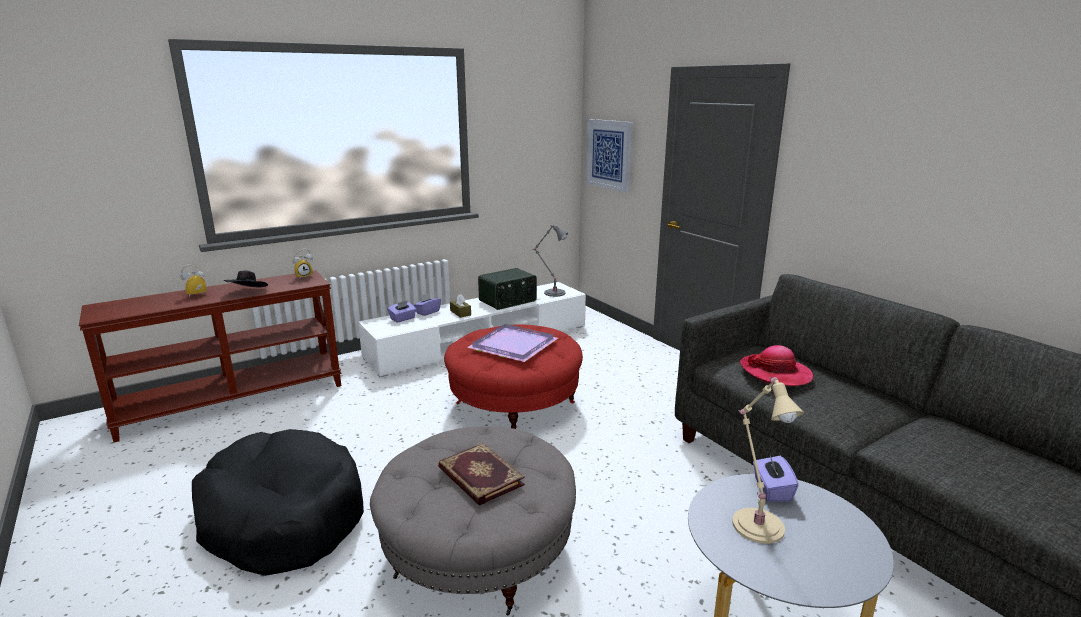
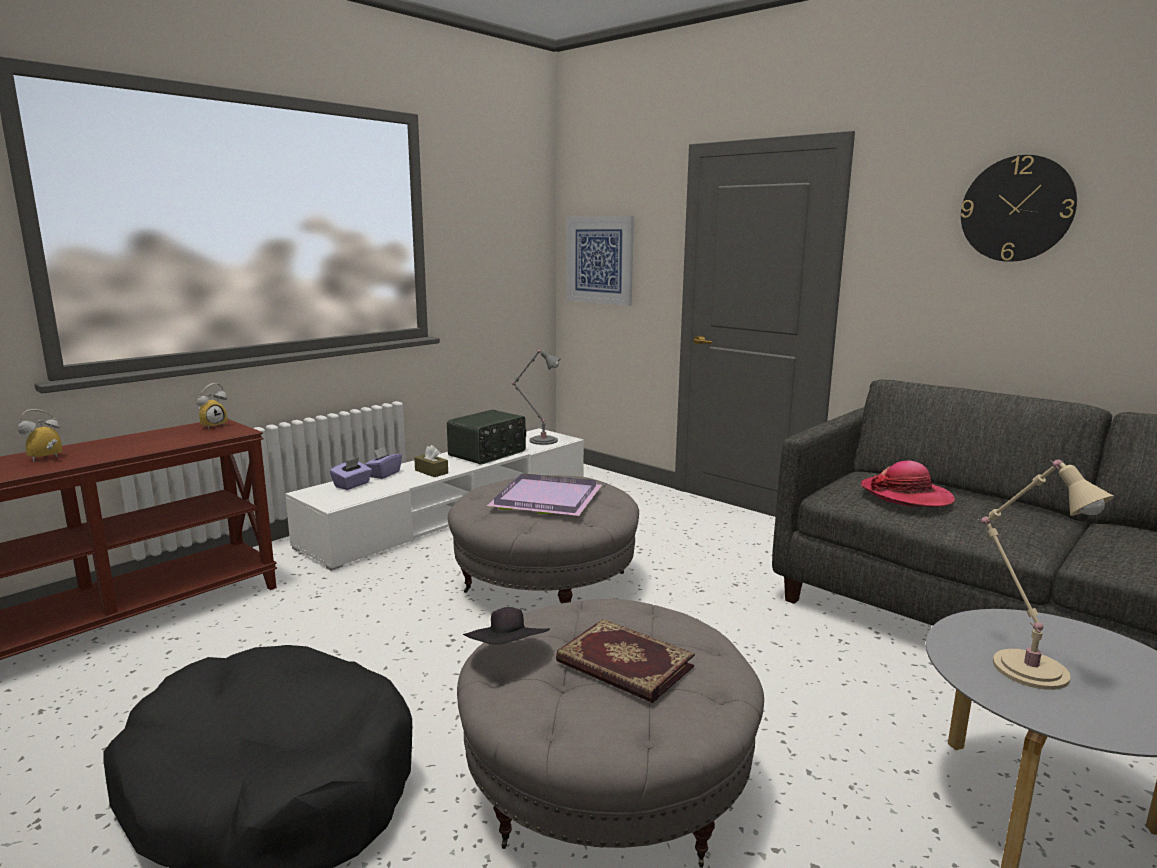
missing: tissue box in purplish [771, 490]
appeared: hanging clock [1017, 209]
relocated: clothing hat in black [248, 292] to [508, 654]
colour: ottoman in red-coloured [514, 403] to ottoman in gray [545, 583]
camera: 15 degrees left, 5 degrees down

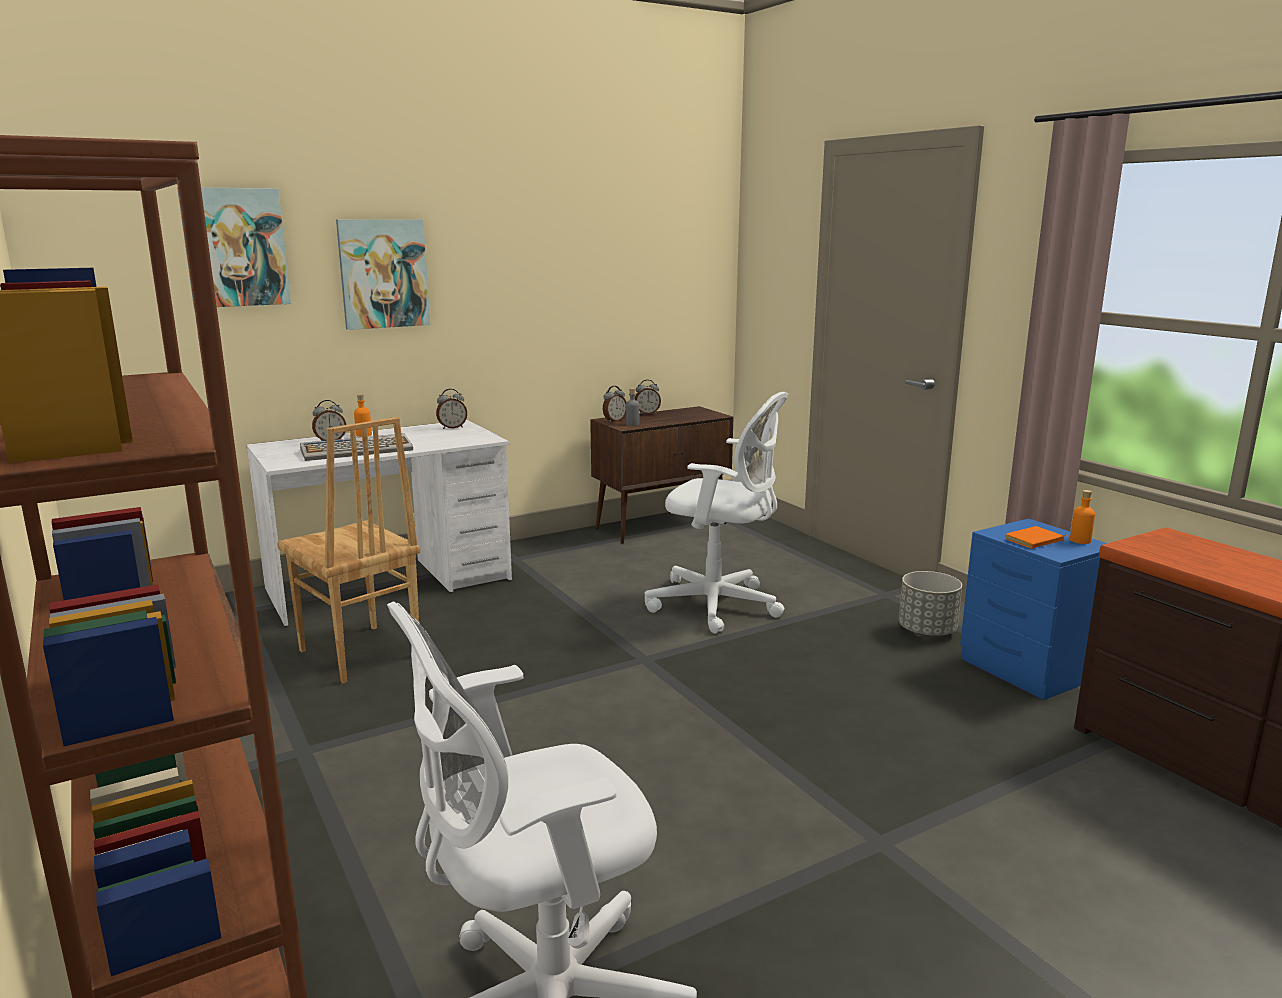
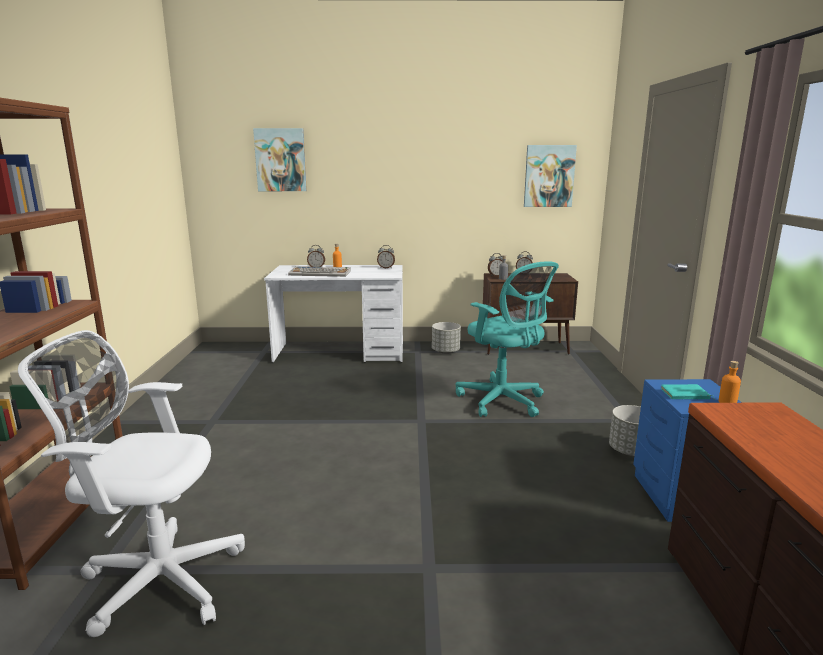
missing: plain chair in brown-coloured [358, 654]
appeared: plant pot in gray [446, 351]
relocated: wall art [383, 273] to [549, 176]
colour: desk chair in whitish [719, 606] to desk chair in blue-green [503, 401]; volume in orangey [1035, 541] to volume in blue-green [685, 395]
camera: 30 degrees right, 0 degrees up

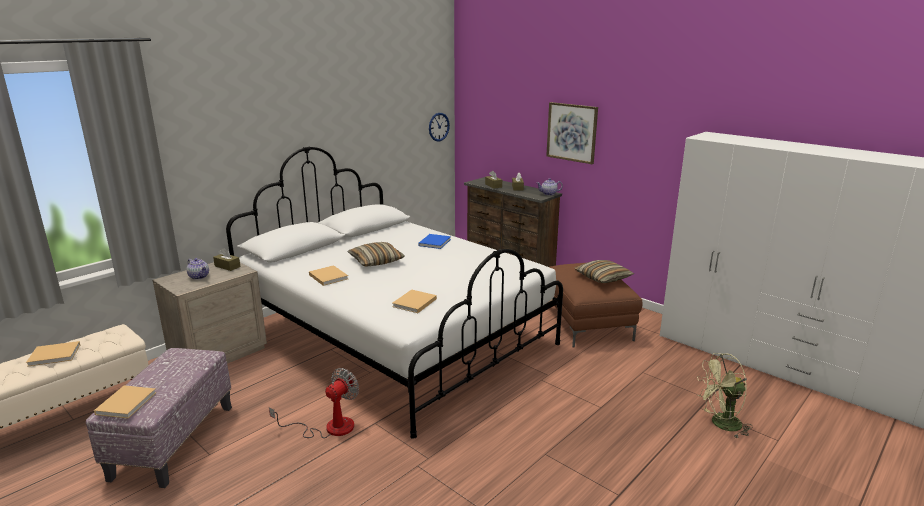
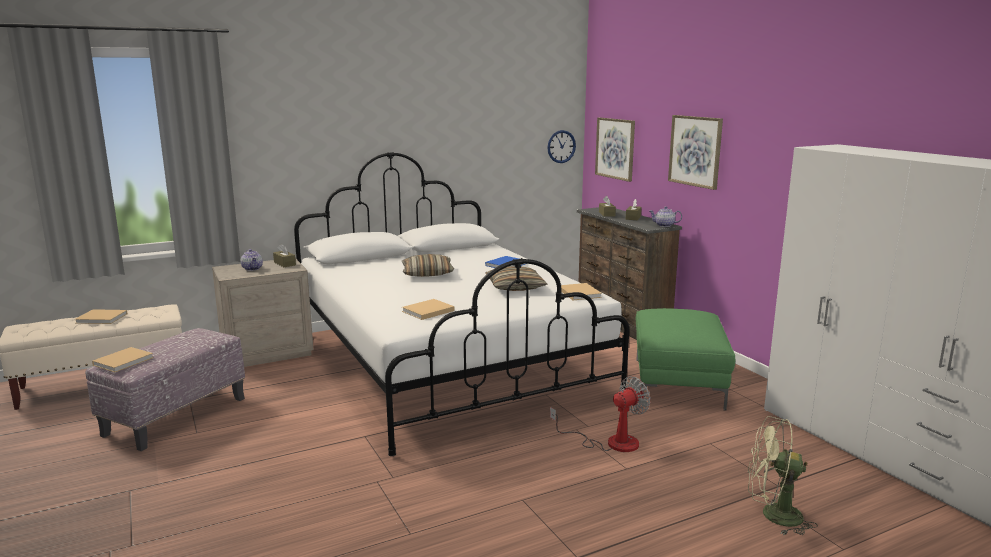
appeared: wall art [615, 148]
relocated: pillow [603, 278] to [515, 287]; volume in sand-coloured [328, 276] to [579, 293]; electric fan [329, 427] to [611, 442]
colour: ottoman in brown-coloured [585, 322] to ottoman in green-coloured [676, 382]
camera: 20 degrees right, 5 degrees down

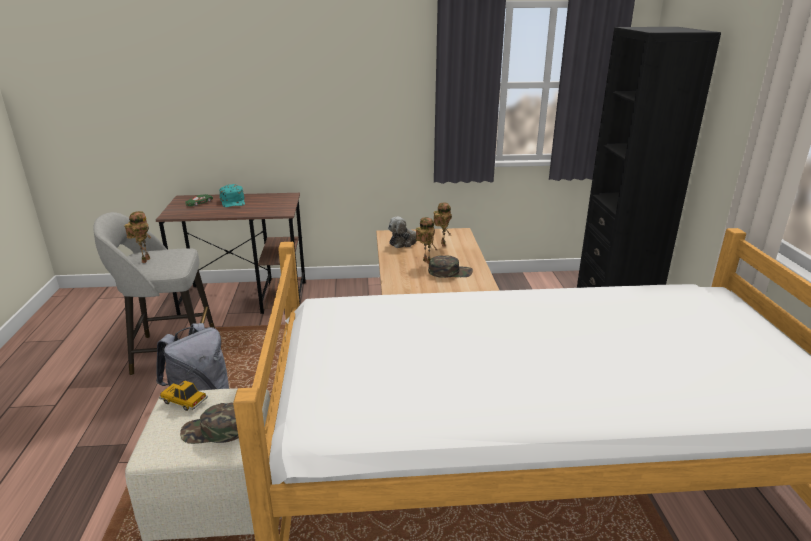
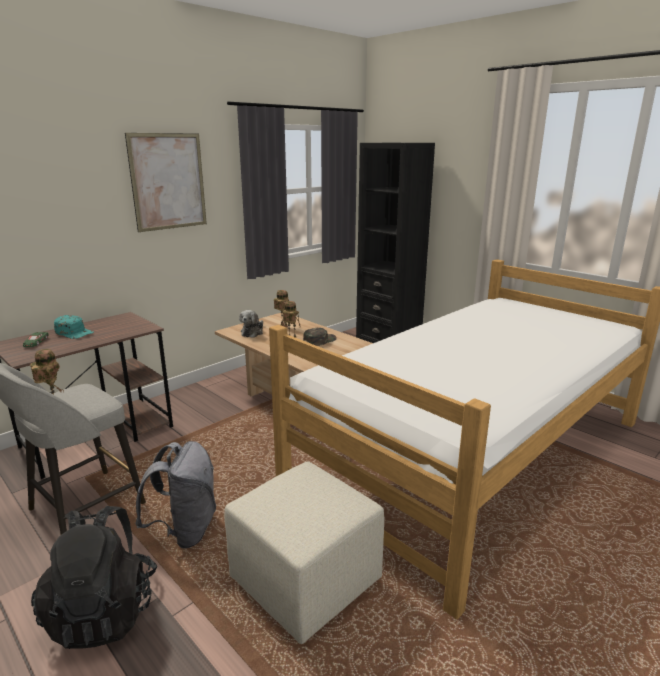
missing: model car [184, 401]; peaked cap in green-coloured [215, 430]
appeared: wall art [168, 182]; knapsack in black [104, 611]
camera: 40 degrees left, 5 degrees down

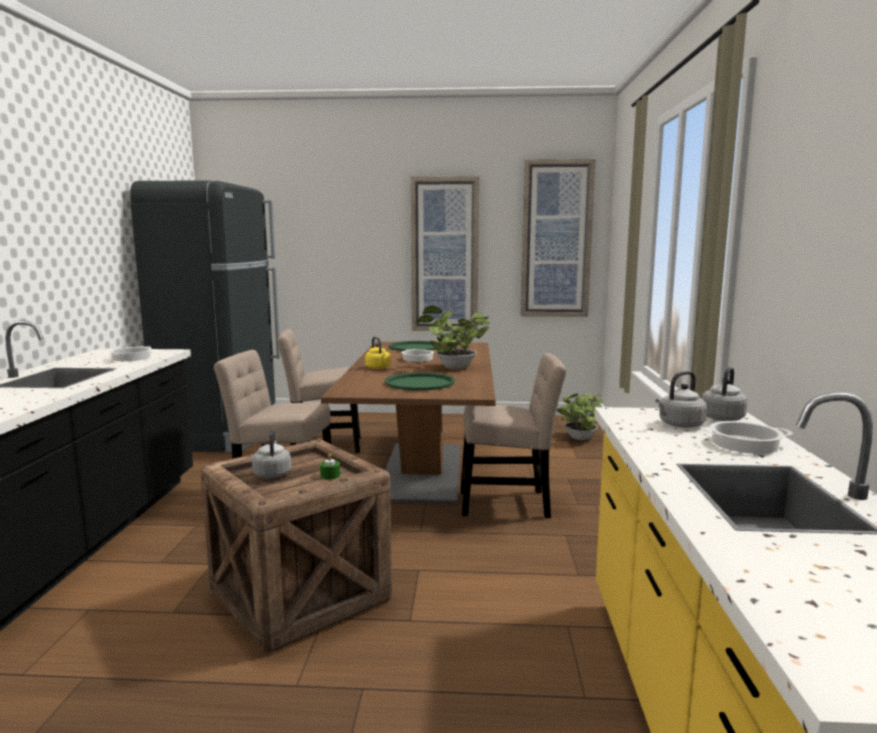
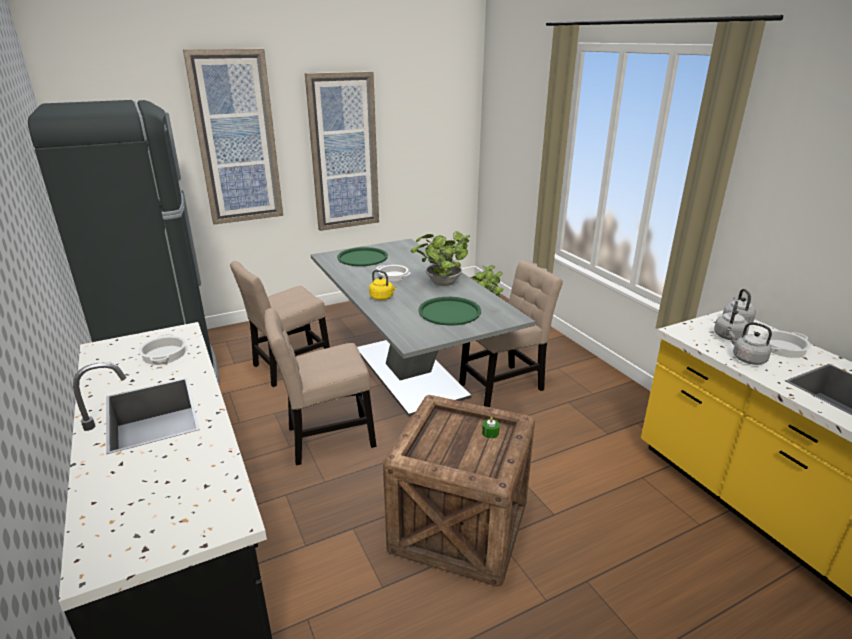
relocated: wall art [556, 239] to [236, 139]; kettle in gray [272, 473] to [747, 359]
colour: dining table in brown-coloured [422, 472] to dining table in gray [409, 372]
camera: 30 degrees left, 15 degrees up

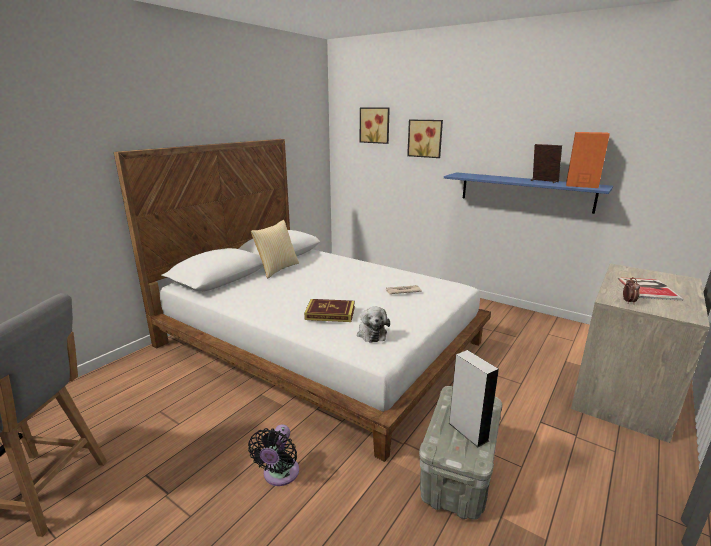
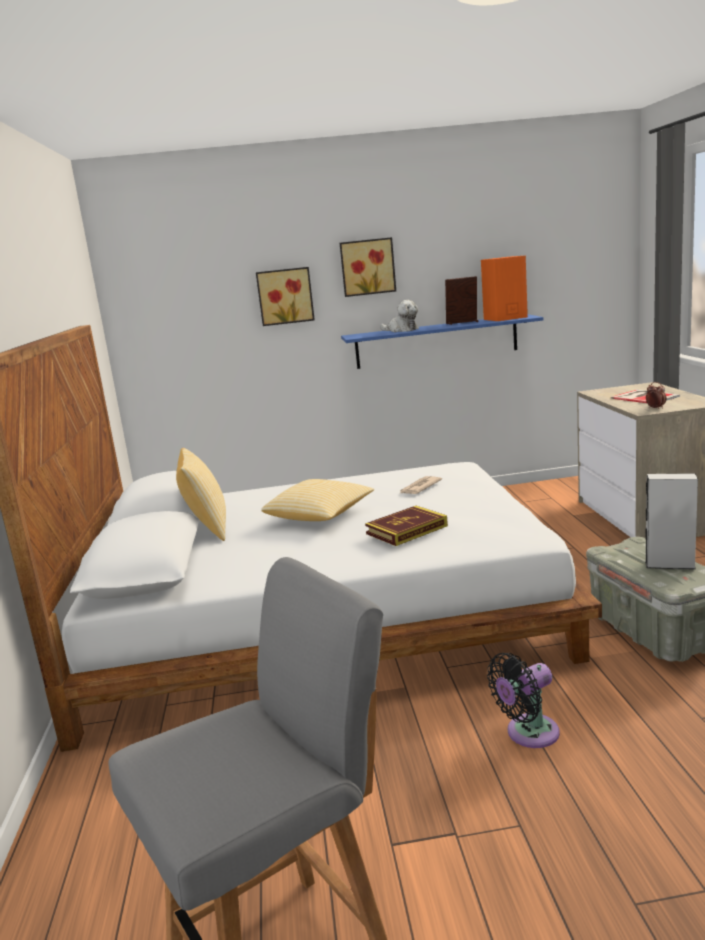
appeared: pillow [320, 516]
relocated: wall art [375, 125] to [367, 267]; plush toy [371, 333] to [401, 330]
spun: electric fan in black [279, 475] = [528, 734] 90 degrees clockwise
camera: 40 degrees left, 5 degrees down

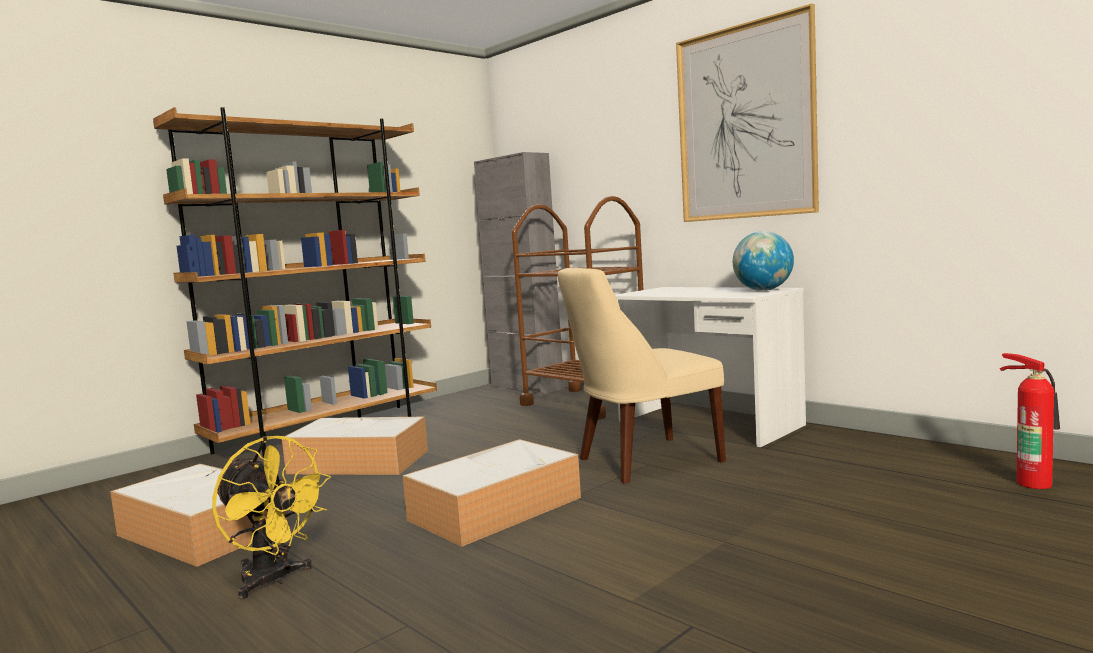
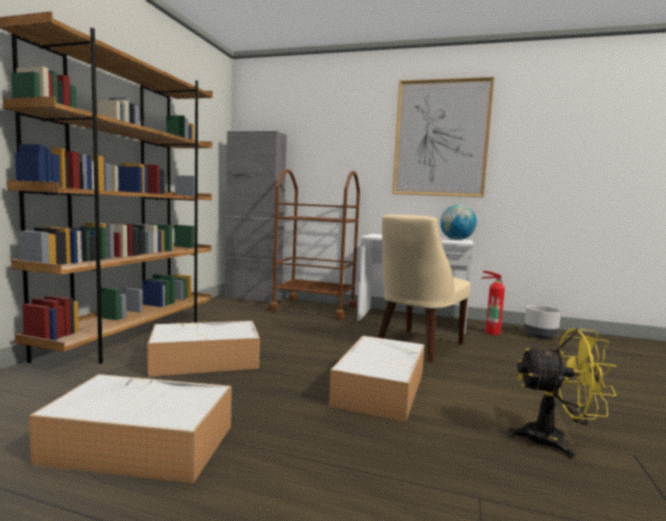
appeared: plant pot in gray [540, 336]
relocated: fire extinguisher [1033, 482] to [491, 332]; electric fan in yellowish [274, 580] to [555, 441]
camera: 30 degrees left, 0 degrees up

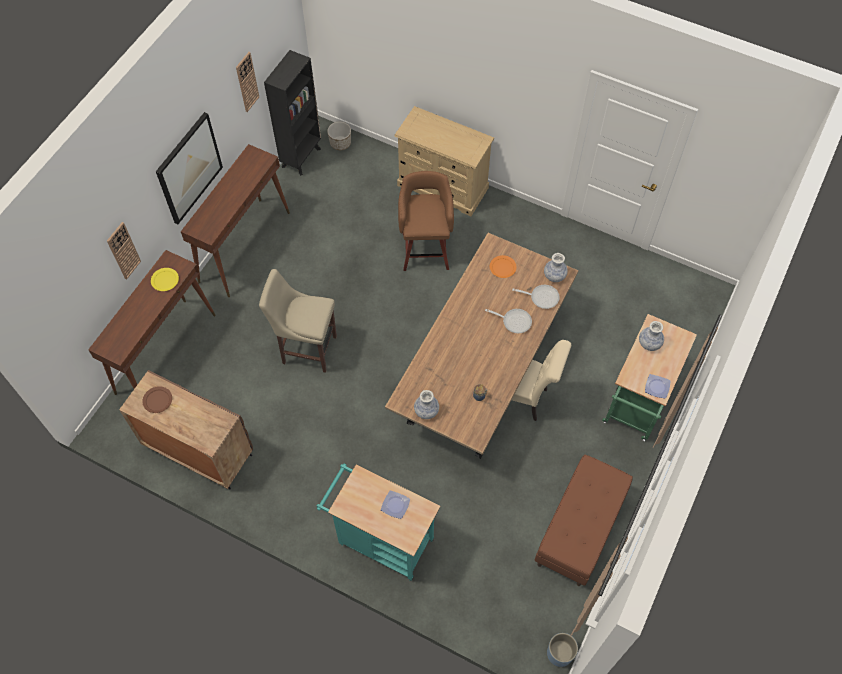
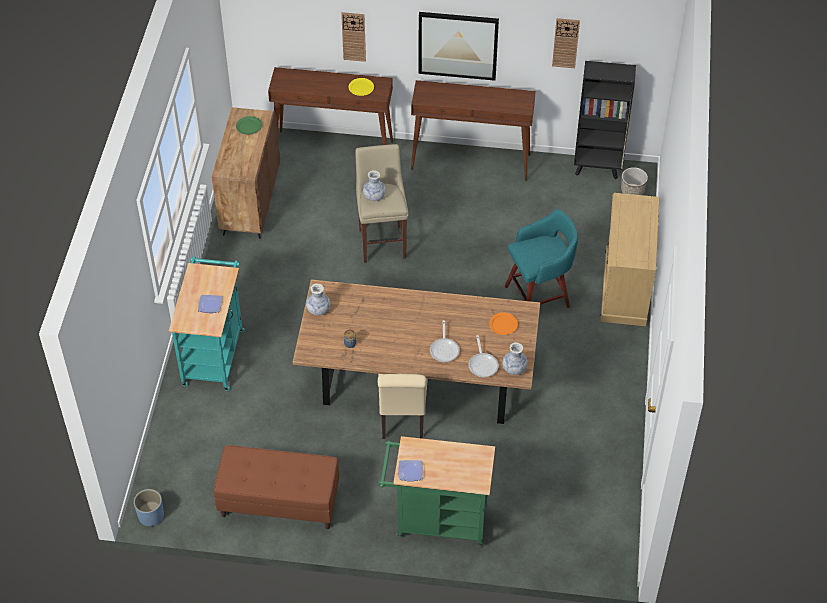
relocated: flower vase [649, 343] to [374, 196]
colour: stool seat in brown-coloured [425, 249] to stool seat in blue-green [539, 296]; flat dish in brown-coloured [158, 400] to flat dish in green-coloured [249, 126]
camera: 70 degrees right, 10 degrees down

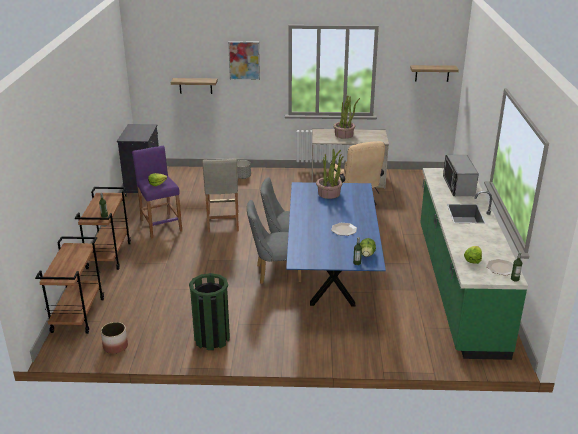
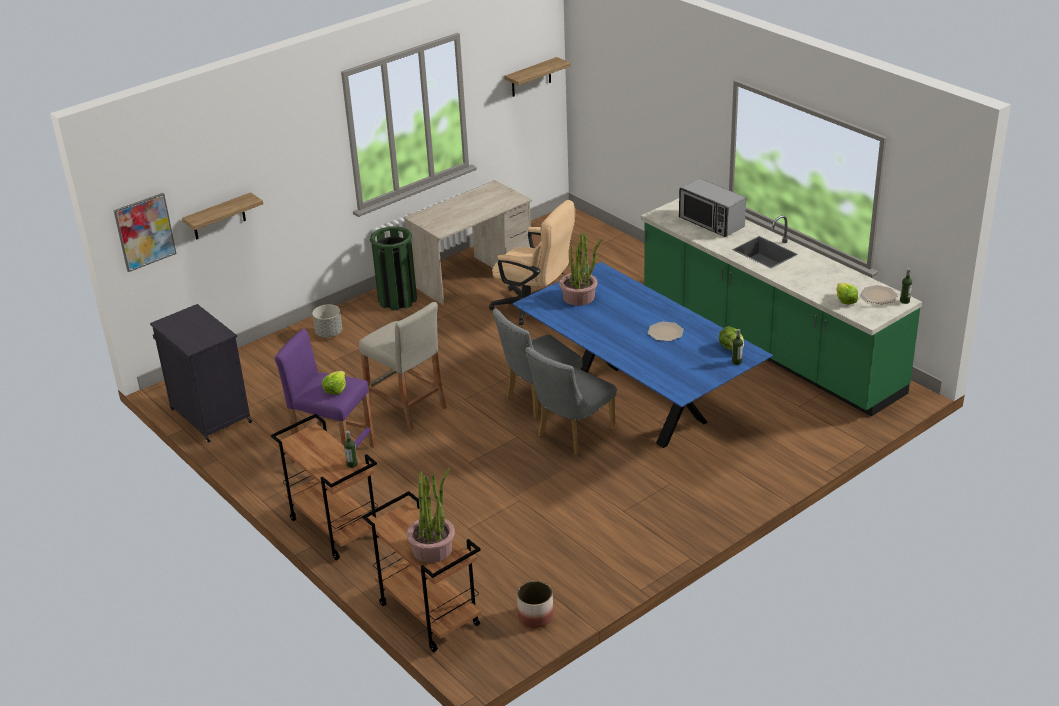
relocated: wall art [244, 60] to [144, 232]; plant in a pot [344, 135] to [432, 549]; trash can in green-coloured [212, 338] to [397, 300]
camera: 40 degrees left, 5 degrees up

